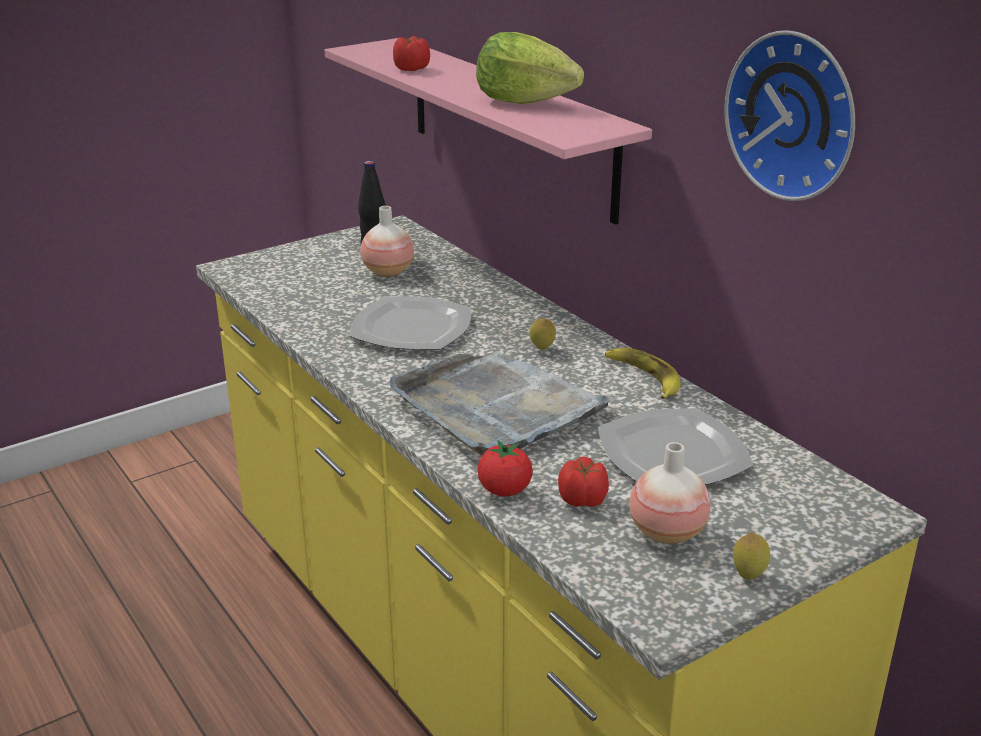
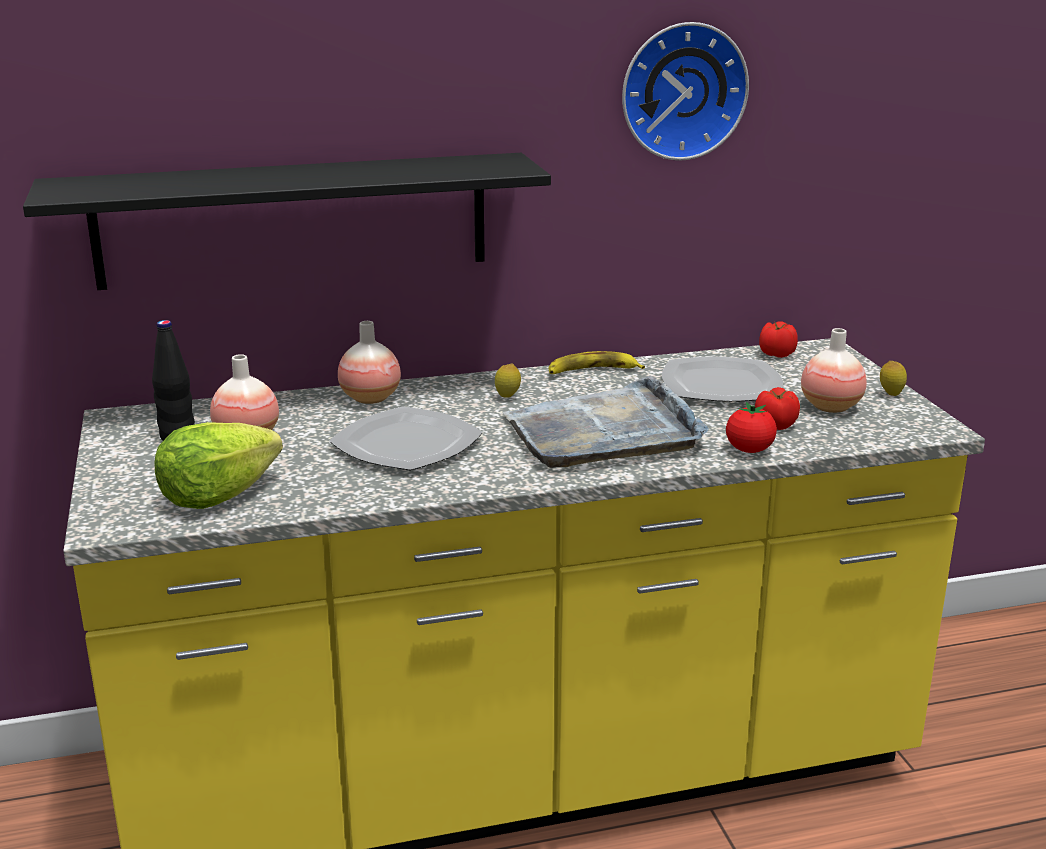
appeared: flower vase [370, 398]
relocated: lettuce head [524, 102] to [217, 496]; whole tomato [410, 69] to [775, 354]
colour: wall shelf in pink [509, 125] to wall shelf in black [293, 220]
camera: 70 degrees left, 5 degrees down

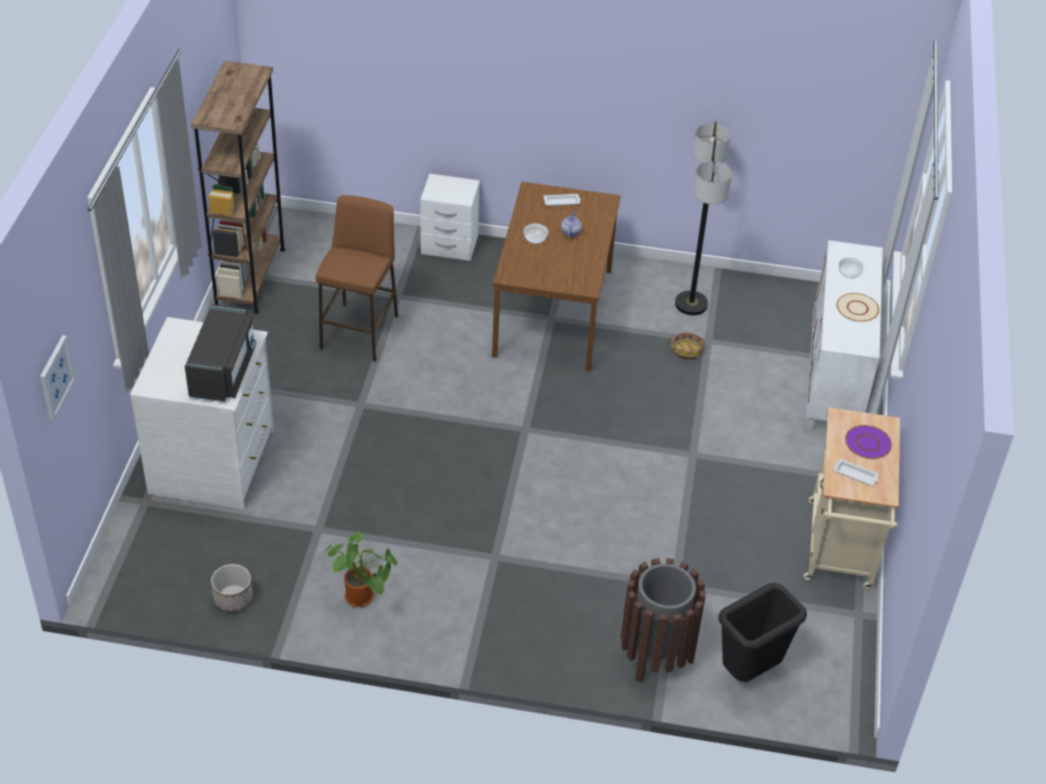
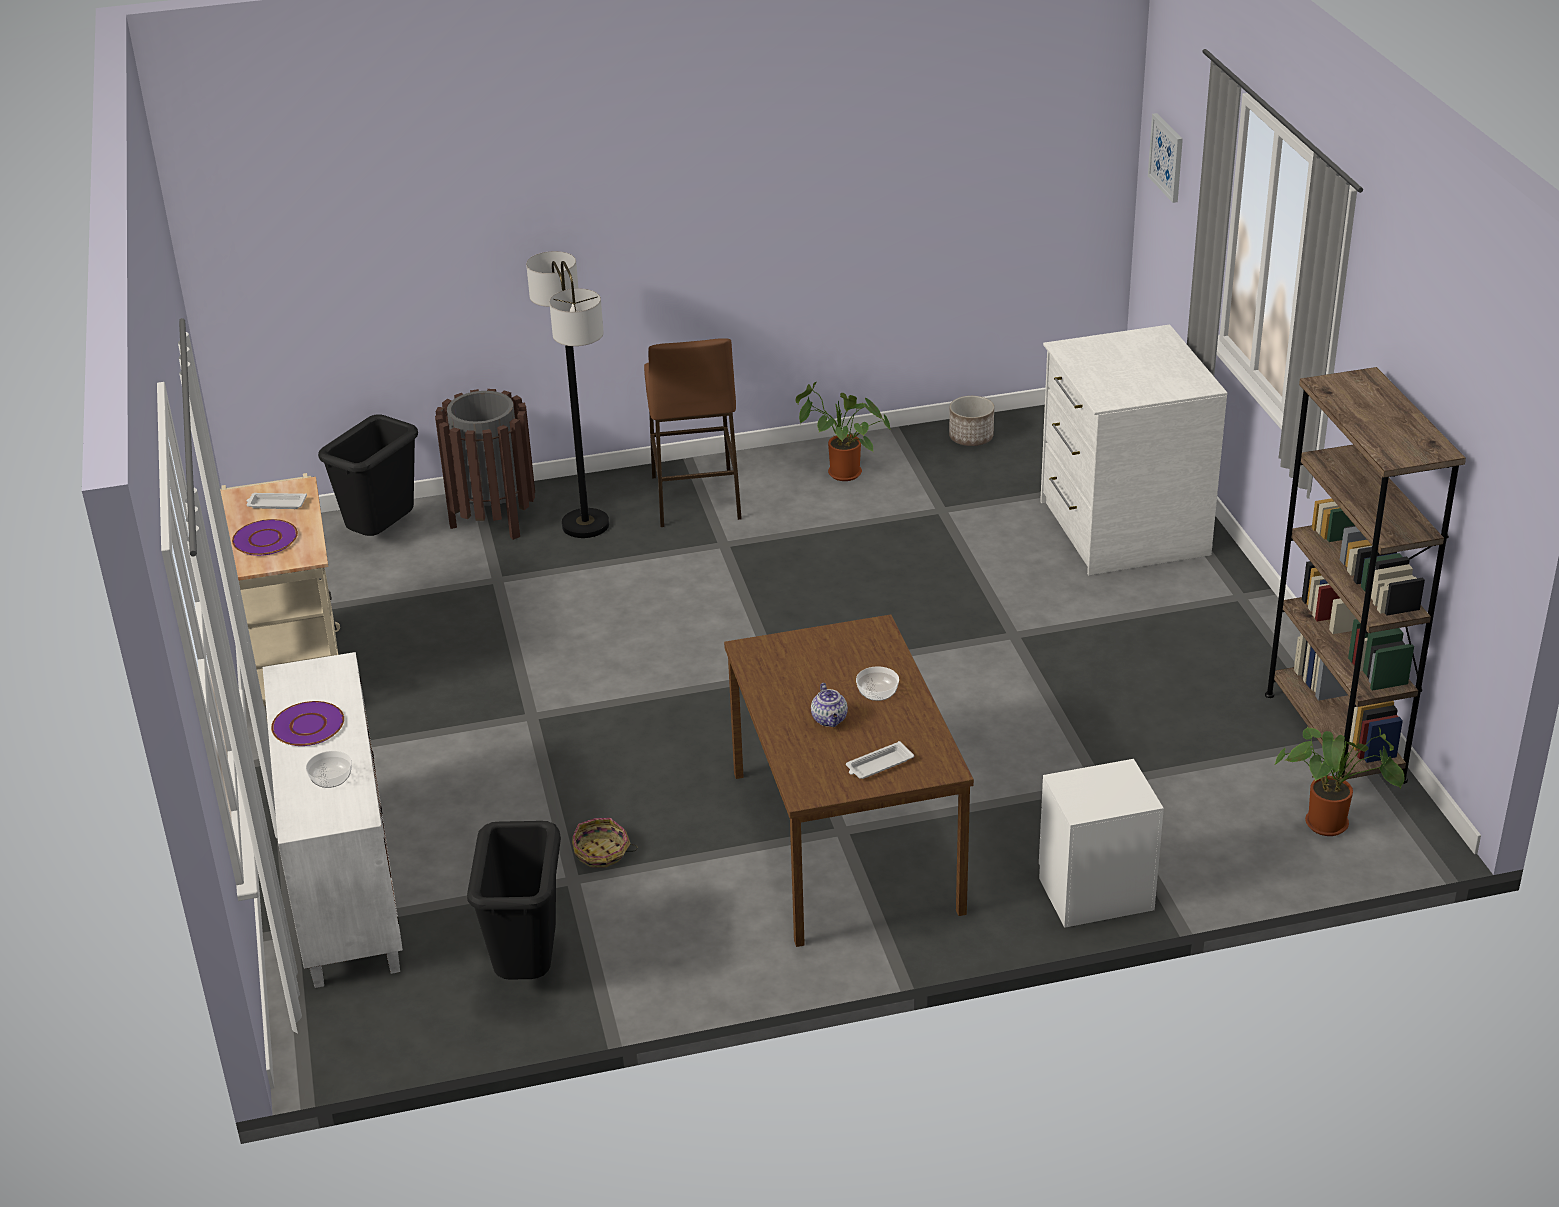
missing: microwave in black [223, 371]
appeared: plant in a pot [1331, 823]; trash can in black [527, 970]
relocated: floor lamp [691, 304] to [585, 525]; stool seat in brown-coloured [359, 332] to [696, 498]
colour: flat dish in sand-coloured [857, 308] to flat dish in purplish [308, 725]
camera: 160 degrees right, 10 degrees down

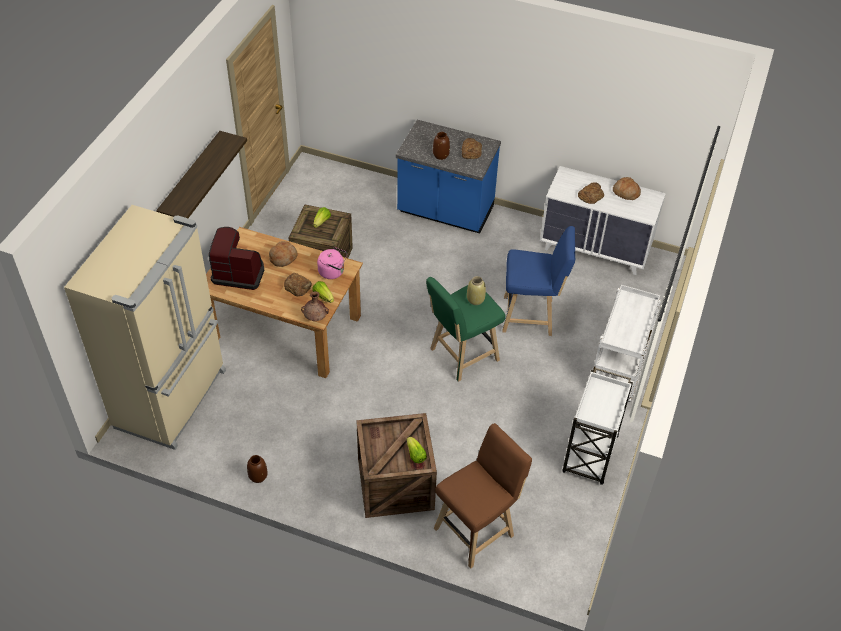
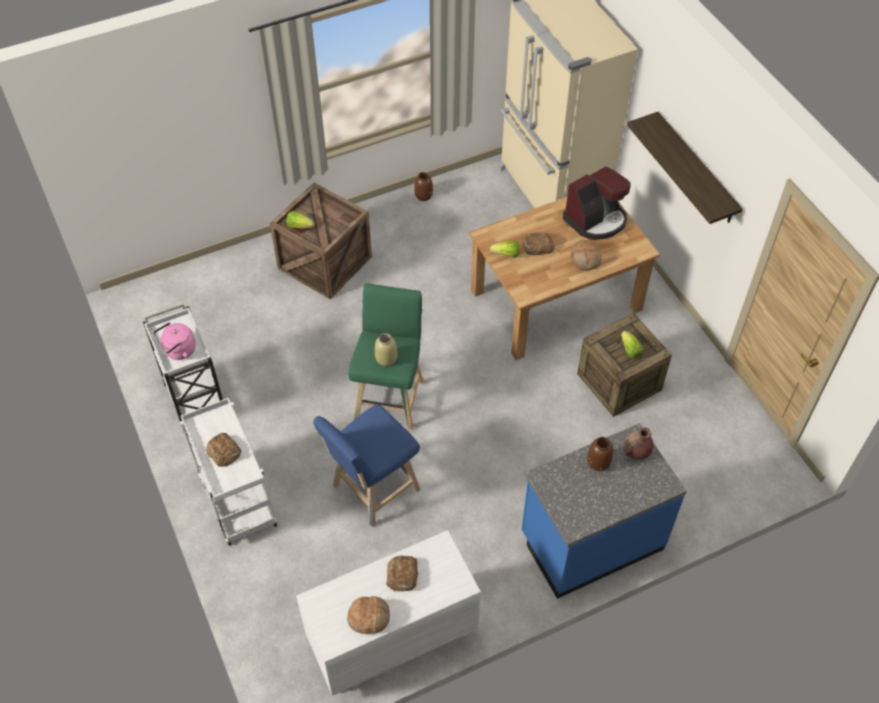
missing: stool seat in brown-coloured [477, 530]
relocated: baked bread [471, 151] to [224, 452]; kettle in pink [333, 272] to [178, 351]; flower vase in brown-coloured [315, 318] to [636, 452]
camera: 135 degrees right, 5 degrees up

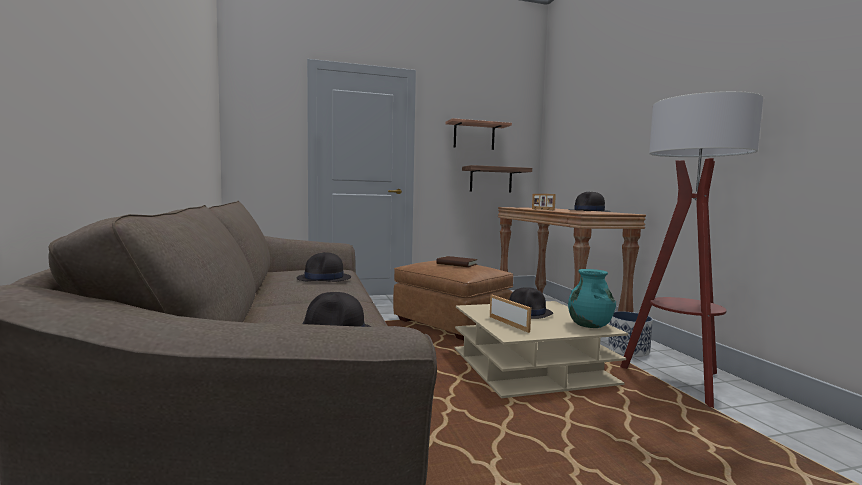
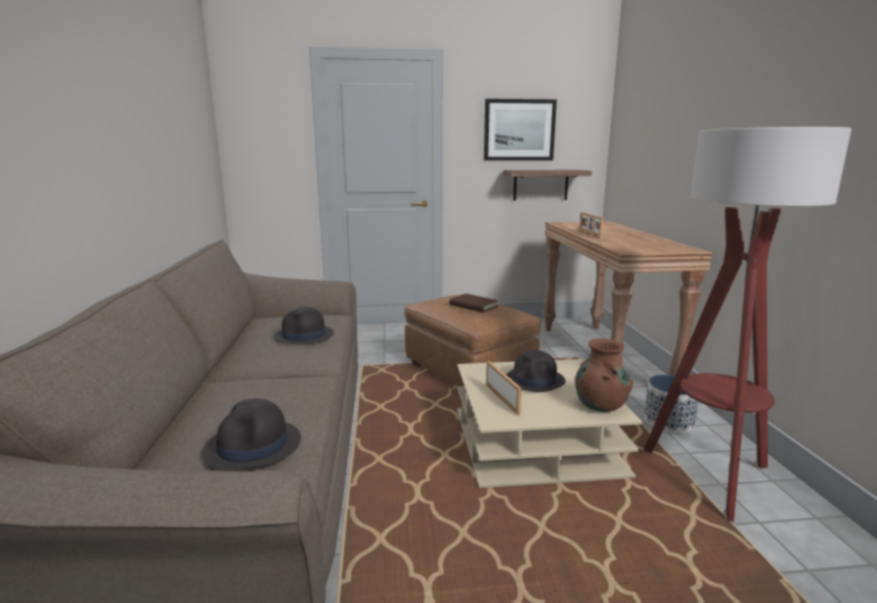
missing: clothing hat in black [589, 211]
exchanged: wall shelf [474, 136] to wall art [519, 130]
colour: flower vase in blue-green [589, 325] to flower vase in brown-coloured [600, 406]
camera: 10 degrees right, 10 degrees up

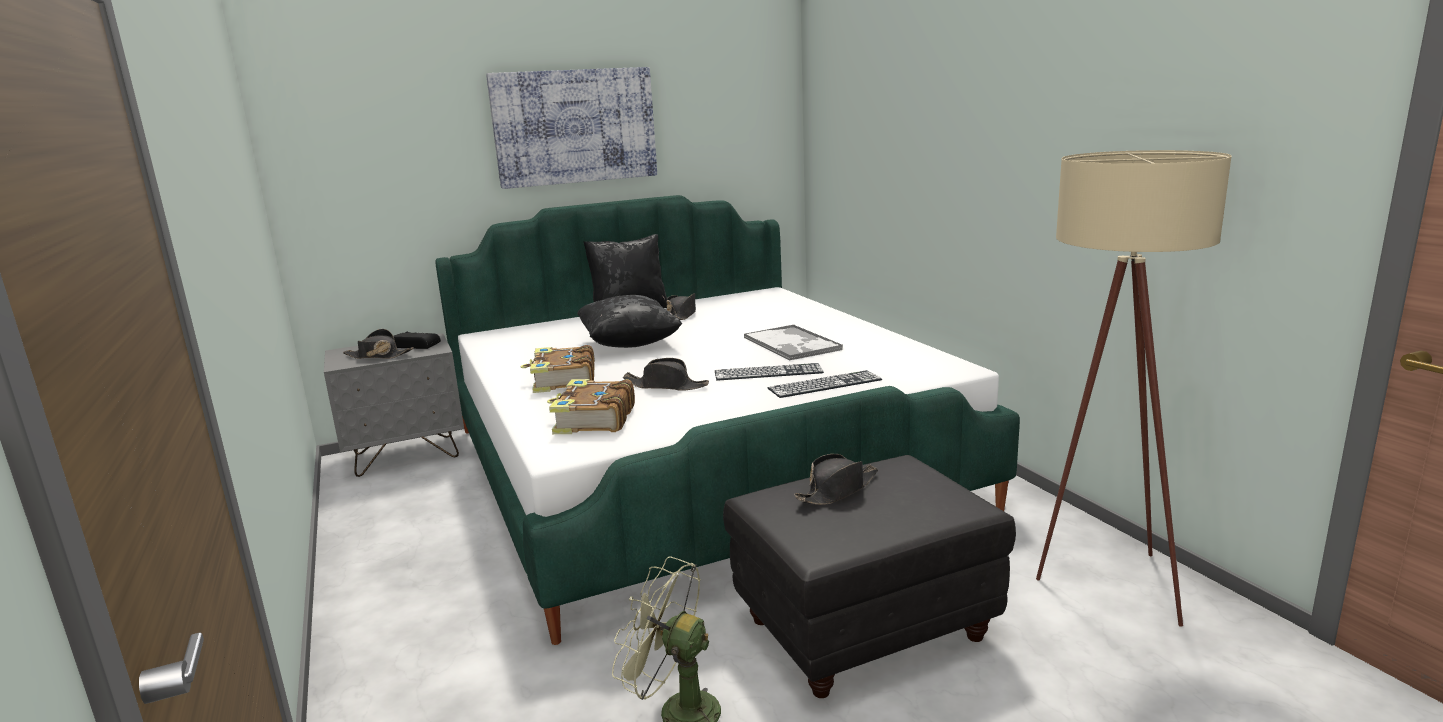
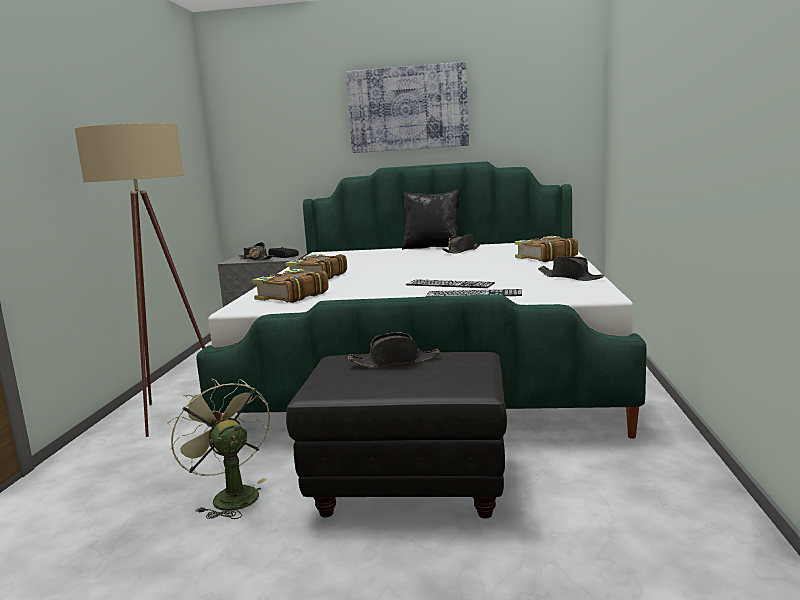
missing: pillow in black [629, 344]; serving tray [792, 344]
appeared: volume [545, 257]
relocated: floor lamp in sand-coloured [1102, 583] to [170, 413]; clothing hat in black [666, 386] to [570, 277]
camera: 30 degrees right, 5 degrees down

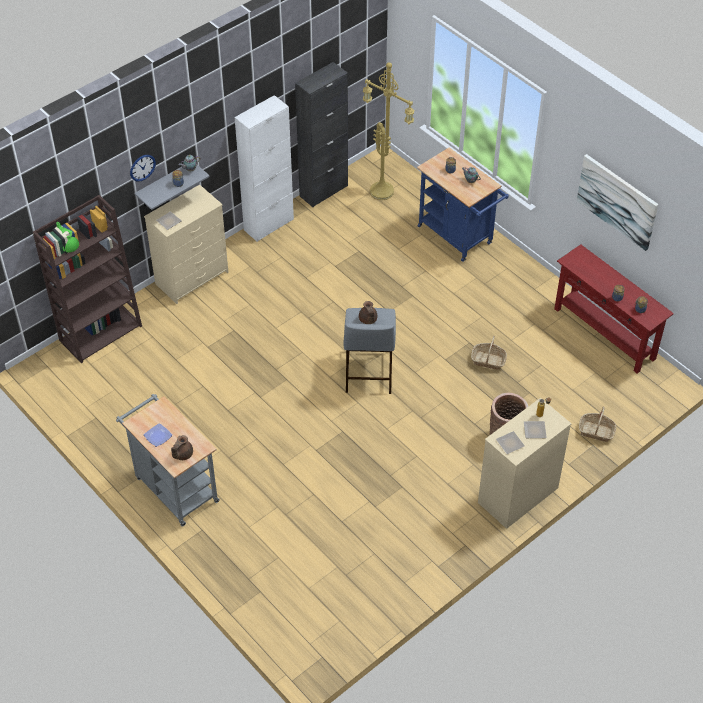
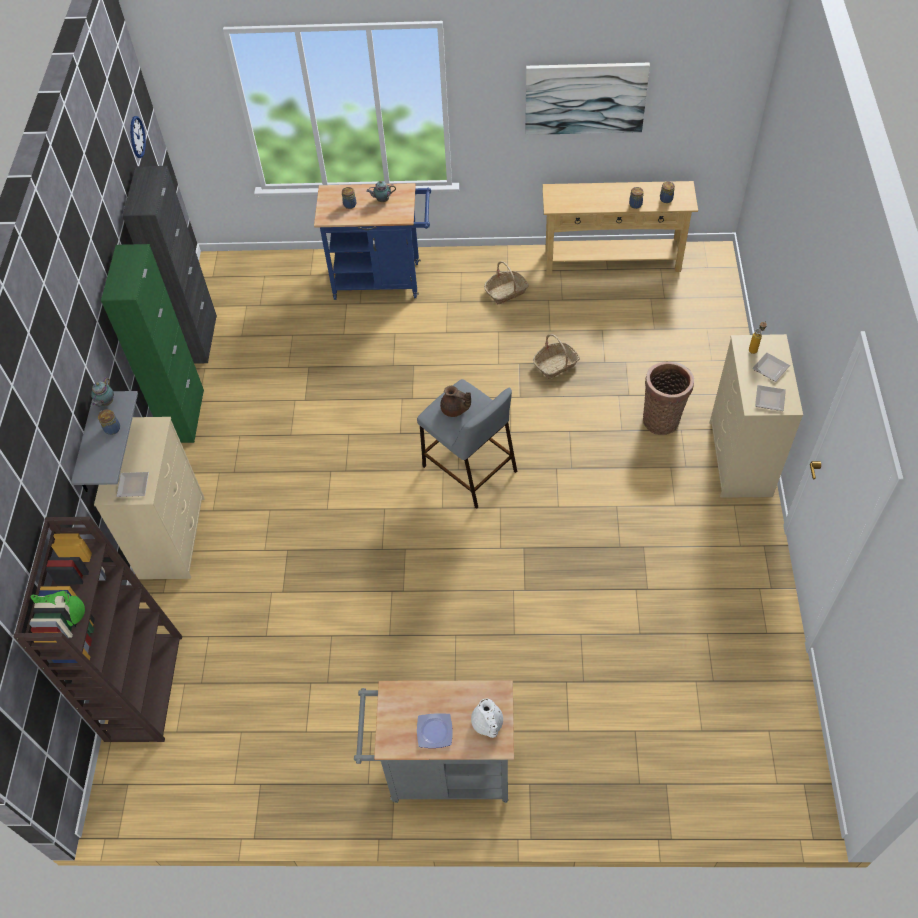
missing: floor lamp in yellowish [383, 191]
relocated: hanging clock [142, 167] to [137, 137]; household basket [596, 431] to [506, 292]
colour: storage cabinet in whitish [268, 225] to storage cabinet in green-coloured [184, 416]; hall table in red-coloured [604, 333] to hall table in sand-coloured [612, 260]; pot for tea in brown-coloured [182, 454] to pot for tea in whitish [487, 724]
camera: 45 degrees left, 5 degrees up

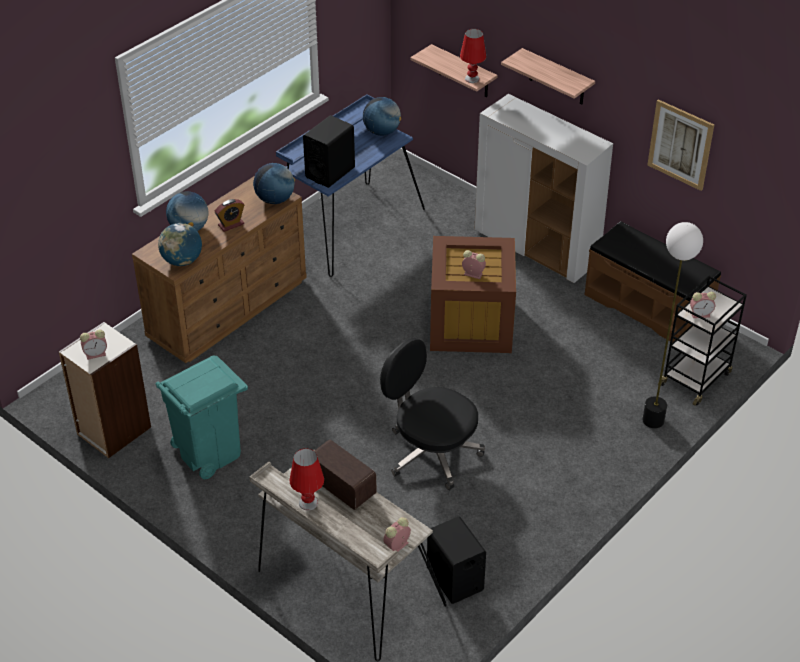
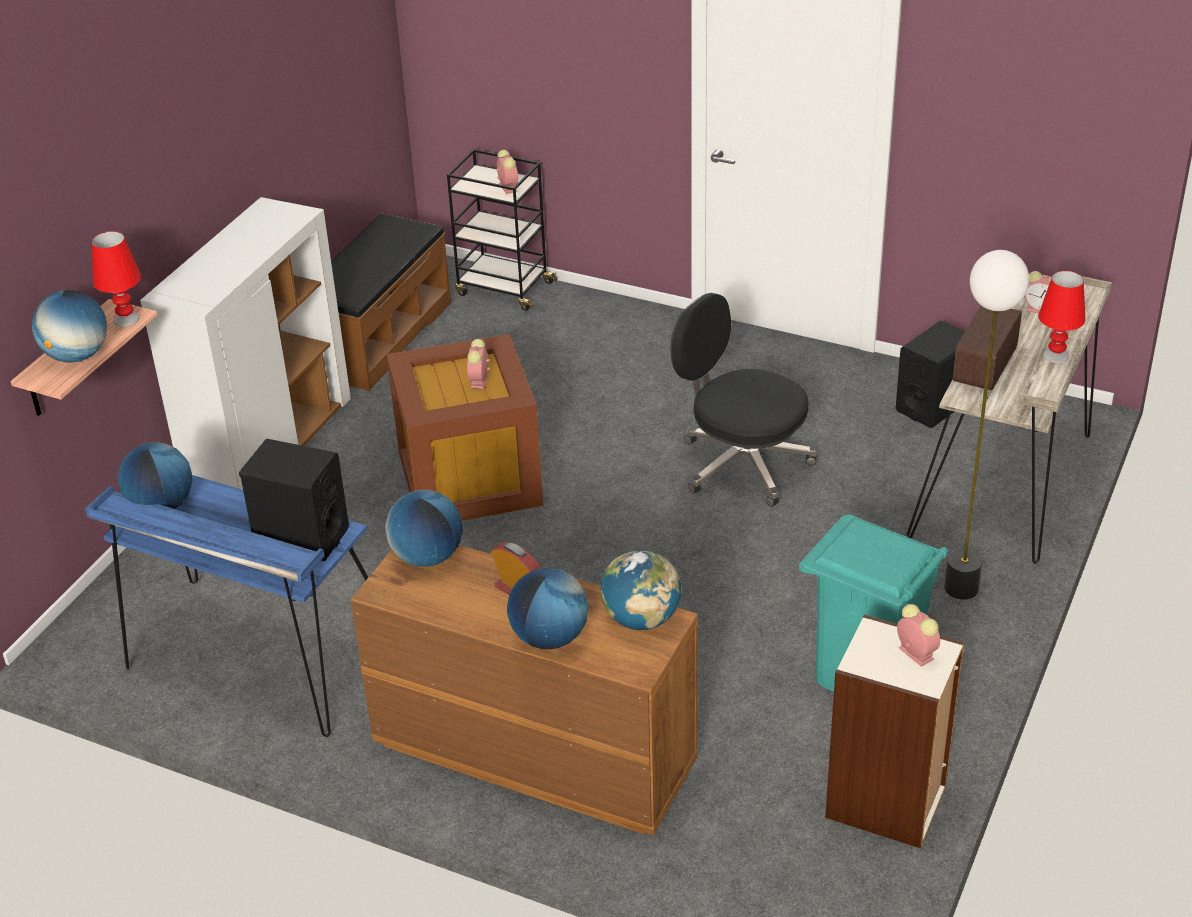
missing: wall shelf [557, 78]; wall art [680, 144]
appeared: globe [77, 356]
relocated: floor lamp [653, 420] to [961, 587]
spun: desk chair in black [431, 452] = [742, 464] 105 degrees clockwise
camera: 105 degrees left, 5 degrees down

